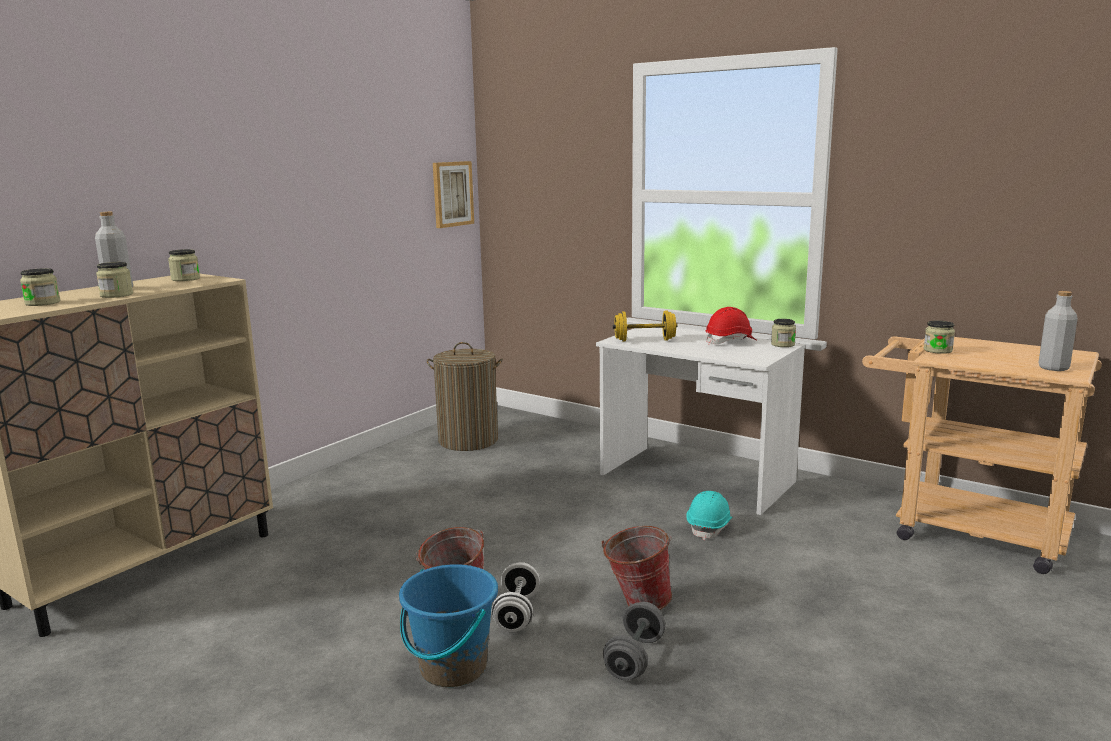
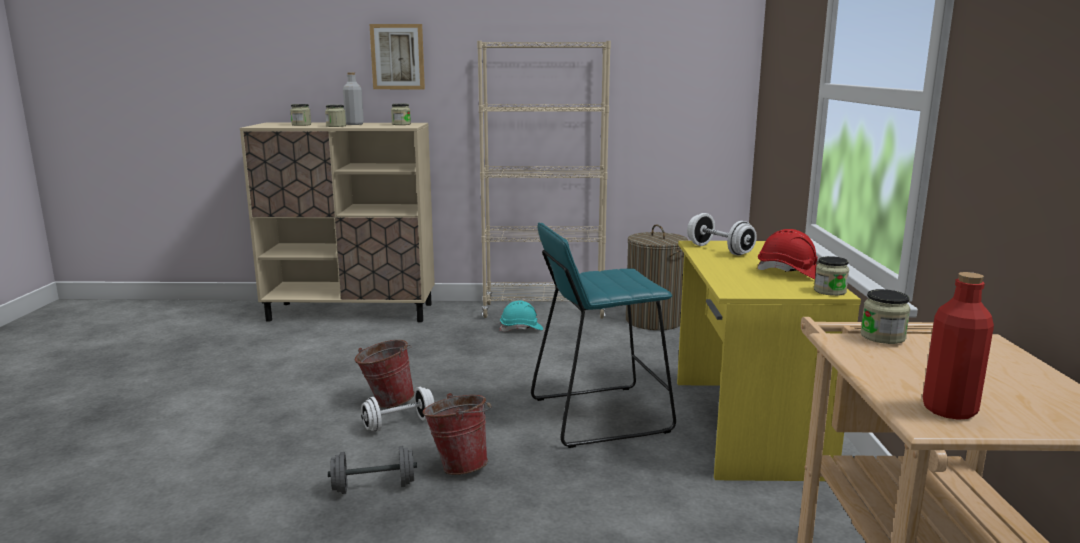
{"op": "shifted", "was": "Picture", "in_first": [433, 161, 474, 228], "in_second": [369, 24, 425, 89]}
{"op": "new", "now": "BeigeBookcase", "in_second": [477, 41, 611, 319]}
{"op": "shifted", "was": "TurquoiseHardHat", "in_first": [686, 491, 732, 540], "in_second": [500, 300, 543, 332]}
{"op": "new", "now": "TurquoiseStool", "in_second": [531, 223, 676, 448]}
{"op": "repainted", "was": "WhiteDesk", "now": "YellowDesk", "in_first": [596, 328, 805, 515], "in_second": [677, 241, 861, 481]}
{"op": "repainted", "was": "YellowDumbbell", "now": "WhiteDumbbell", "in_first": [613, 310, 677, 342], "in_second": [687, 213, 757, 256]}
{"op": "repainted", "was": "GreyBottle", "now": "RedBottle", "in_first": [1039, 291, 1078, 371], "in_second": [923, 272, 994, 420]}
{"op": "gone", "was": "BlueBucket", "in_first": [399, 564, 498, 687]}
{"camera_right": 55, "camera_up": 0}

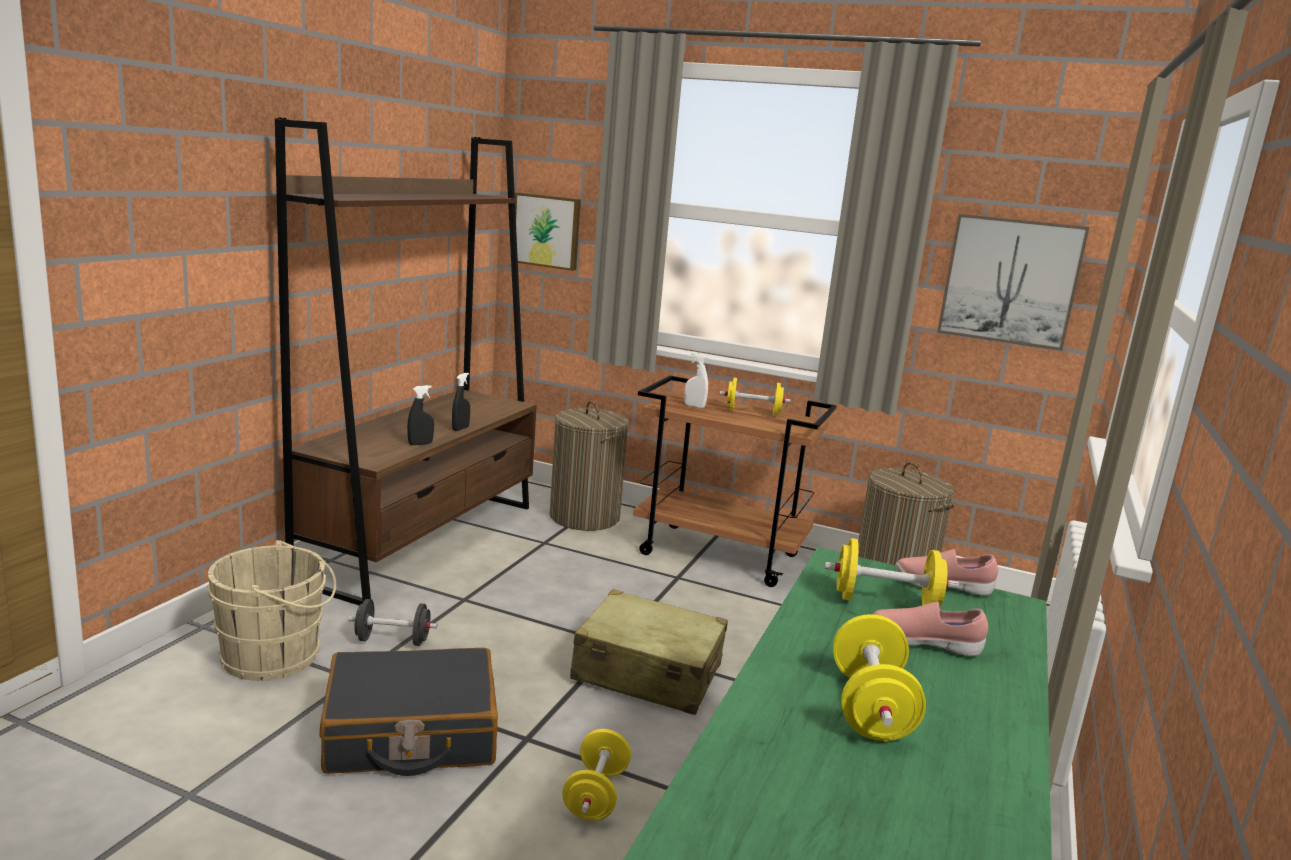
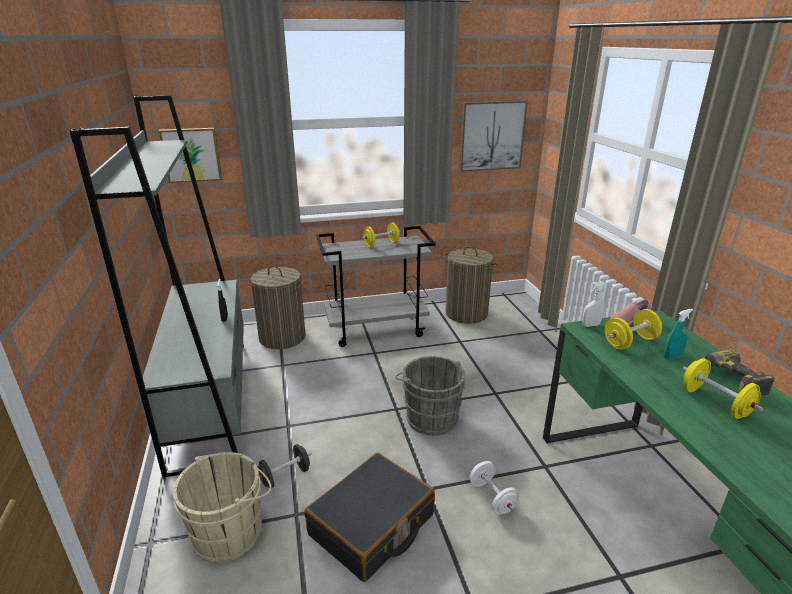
{"op": "repainted", "was": "BrownBookcase", "now": "GreyBookcase", "in_first": [275, 118, 537, 605], "in_second": [69, 95, 244, 478]}
{"op": "repainted", "was": "BrownCart", "now": "GreyCart", "in_first": [633, 376, 837, 587], "in_second": [316, 226, 436, 347]}
{"op": "swapped", "was": "BeigeSuitcase", "now": "GreyBucket", "in_first": [570, 589, 728, 715], "in_second": [395, 356, 465, 436]}
{"op": "repainted", "was": "YellowDumbbell", "now": "WhiteDumbbell", "in_first": [562, 729, 631, 821], "in_second": [469, 461, 519, 515]}
{"op": "shifted", "was": "WhiteSprayBottle", "in_first": [684, 352, 708, 408], "in_second": [582, 281, 605, 327]}
{"op": "swapped", "was": "PinkShoe", "now": "TurquoiseSprayBottle", "in_first": [872, 602, 988, 656], "in_second": [664, 309, 693, 360]}
{"op": "new", "now": "PowerDrill", "in_second": [705, 350, 774, 396]}
{"op": "gone", "was": "BlackSprayBottle", "in_first": [407, 385, 434, 445]}
{"camera_right": -35, "camera_up": 10}

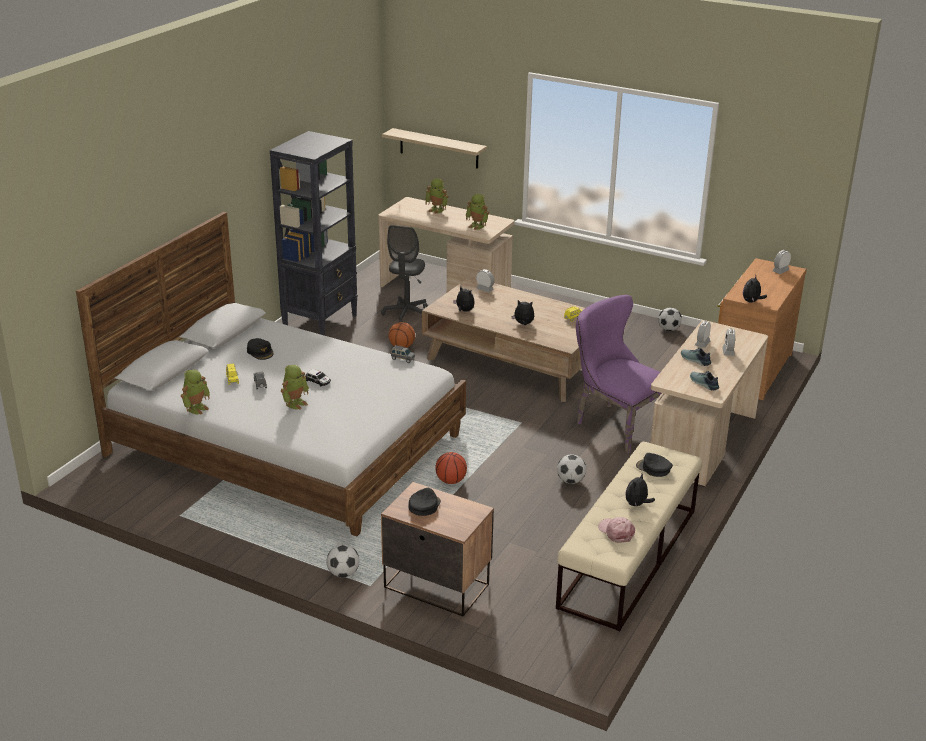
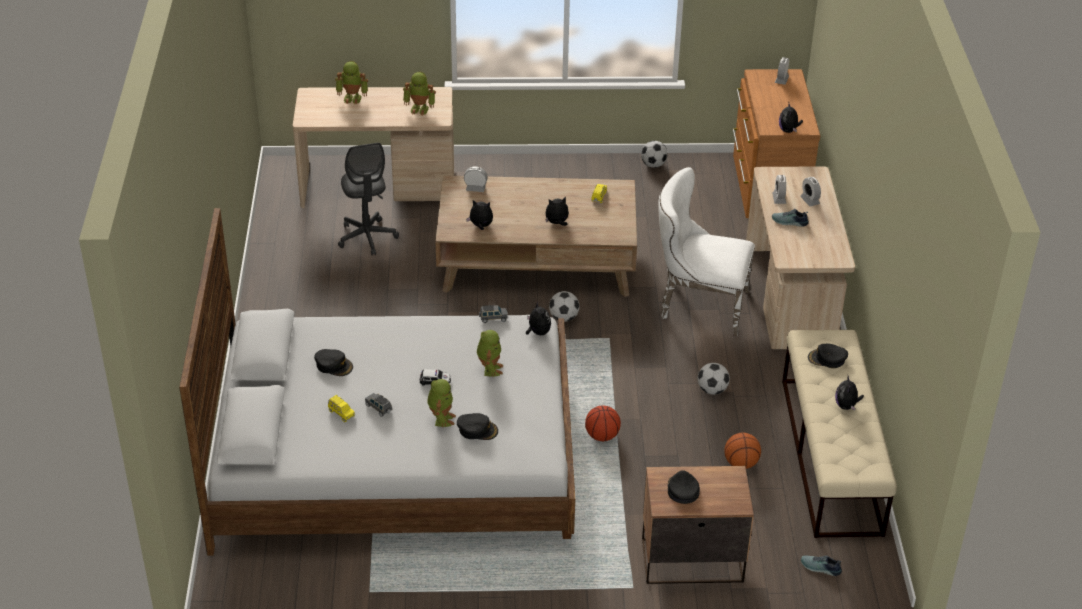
{"op": "new", "now": "BlackCap", "in_second": [457, 413, 498, 440]}
{"op": "shifted", "was": "ToyRobot", "in_first": [181, 370, 210, 415], "in_second": [477, 330, 503, 377]}
{"op": "new", "now": "PlushToy", "in_second": [526, 301, 551, 335]}
{"op": "shifted", "was": "Football", "in_first": [327, 544, 360, 577], "in_second": [549, 291, 580, 322]}
{"op": "repainted", "was": "PurpleChair", "now": "WhiteChair", "in_first": [576, 295, 662, 453], "in_second": [658, 167, 755, 337]}
{"op": "shifted", "was": "Basketball", "in_first": [388, 322, 415, 348], "in_second": [724, 433, 761, 469]}
{"op": "shifted", "was": "Shoe", "in_first": [690, 371, 719, 391], "in_second": [801, 555, 842, 576]}
{"op": "gone", "was": "BlackBookcase", "in_first": [270, 131, 358, 336]}
{"op": "gone", "was": "Shelf", "in_first": [382, 128, 487, 169]}
{"op": "gone", "was": "PinkCap", "in_first": [598, 517, 635, 543]}
{"camera_right": -30, "camera_up": 10}

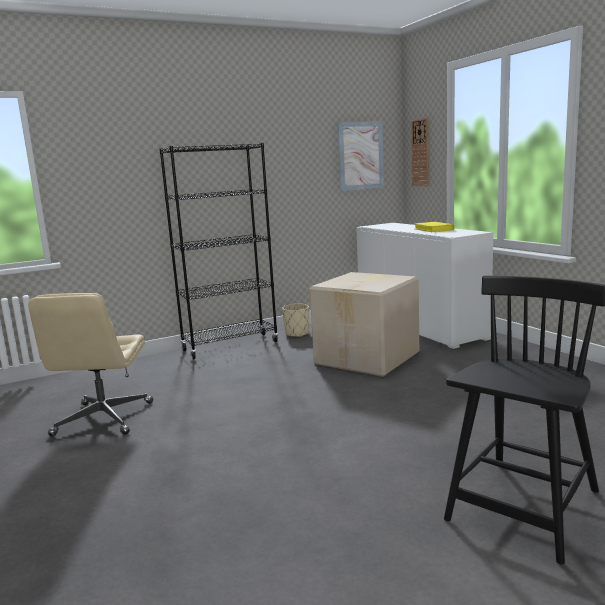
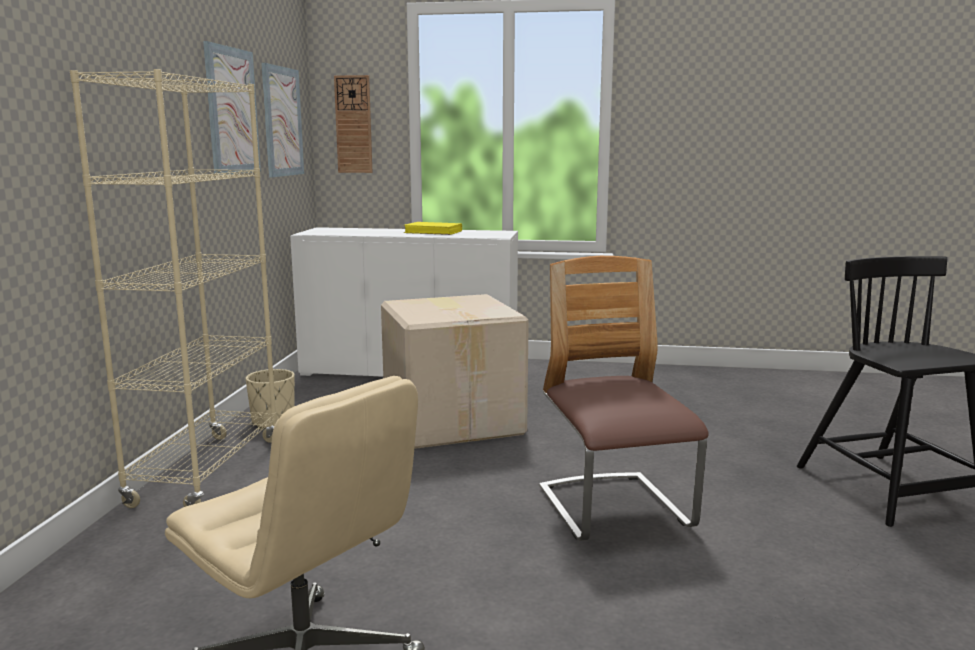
{"op": "repainted", "was": "BlackBookcase", "now": "BeigeBookcase", "in_first": [159, 143, 278, 360], "in_second": [70, 69, 277, 508]}
{"op": "new", "now": "Picture", "in_second": [203, 41, 261, 176]}
{"op": "new", "now": "Chair", "in_second": [539, 256, 709, 541]}
{"camera_right": -55, "camera_up": 0}

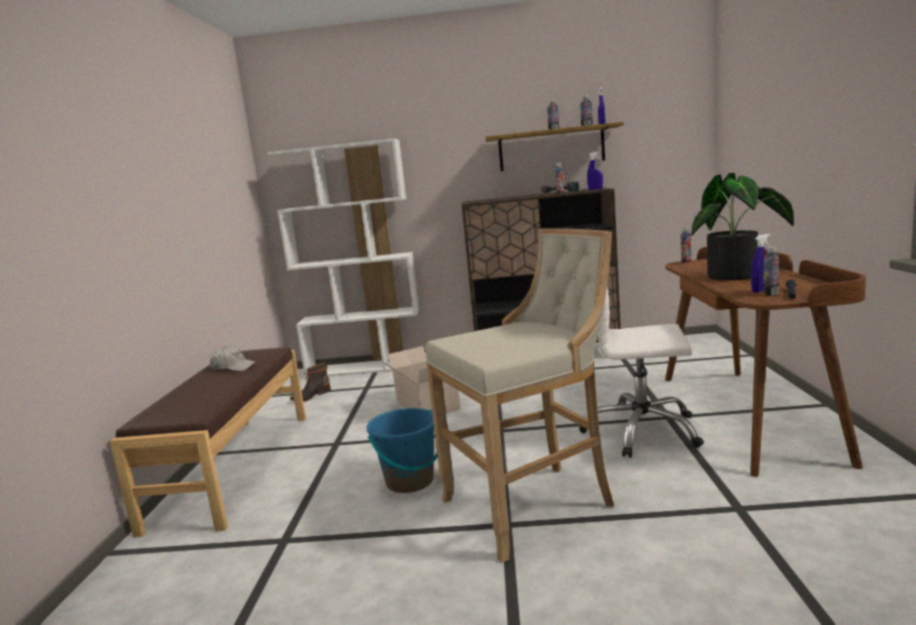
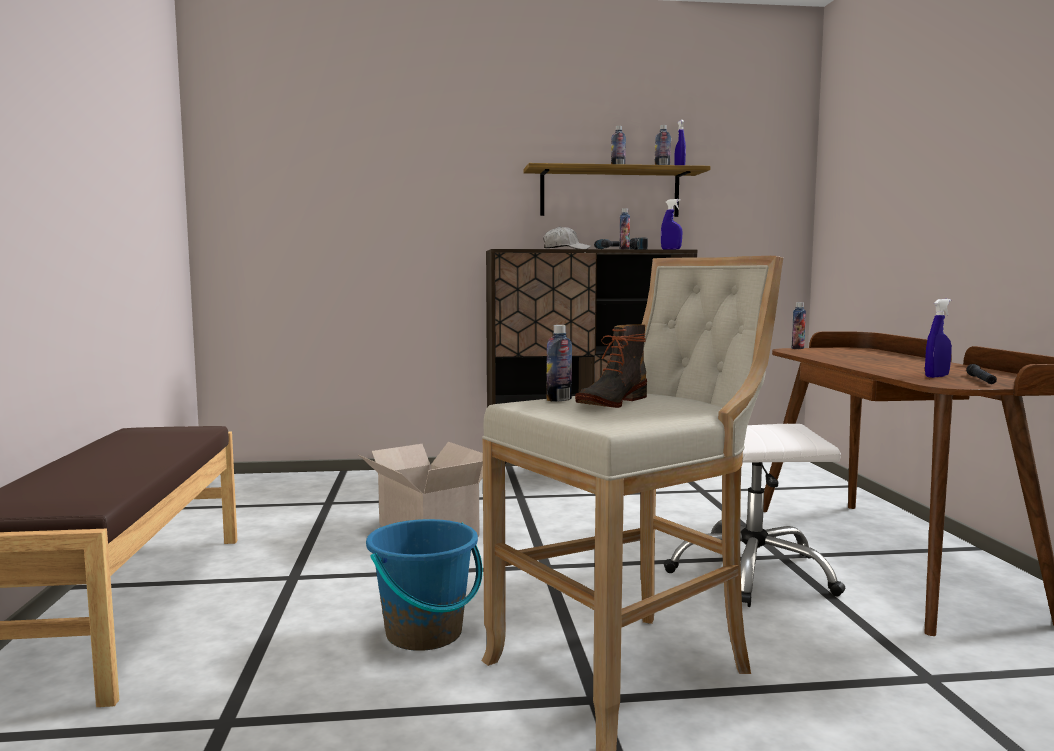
{"op": "shifted", "was": "WhiteCap", "in_first": [210, 346, 257, 371], "in_second": [543, 226, 590, 249]}
{"op": "shifted", "was": "Bottle", "in_first": [763, 247, 779, 296], "in_second": [547, 325, 572, 402]}
{"op": "shifted", "was": "Boot", "in_first": [290, 363, 331, 401], "in_second": [575, 324, 647, 408]}
{"op": "gone", "was": "WhiteBookcase", "in_first": [267, 138, 420, 379]}
{"op": "gone", "was": "PottedPlant", "in_first": [691, 173, 794, 280]}
{"camera_right": -10, "camera_up": -5}

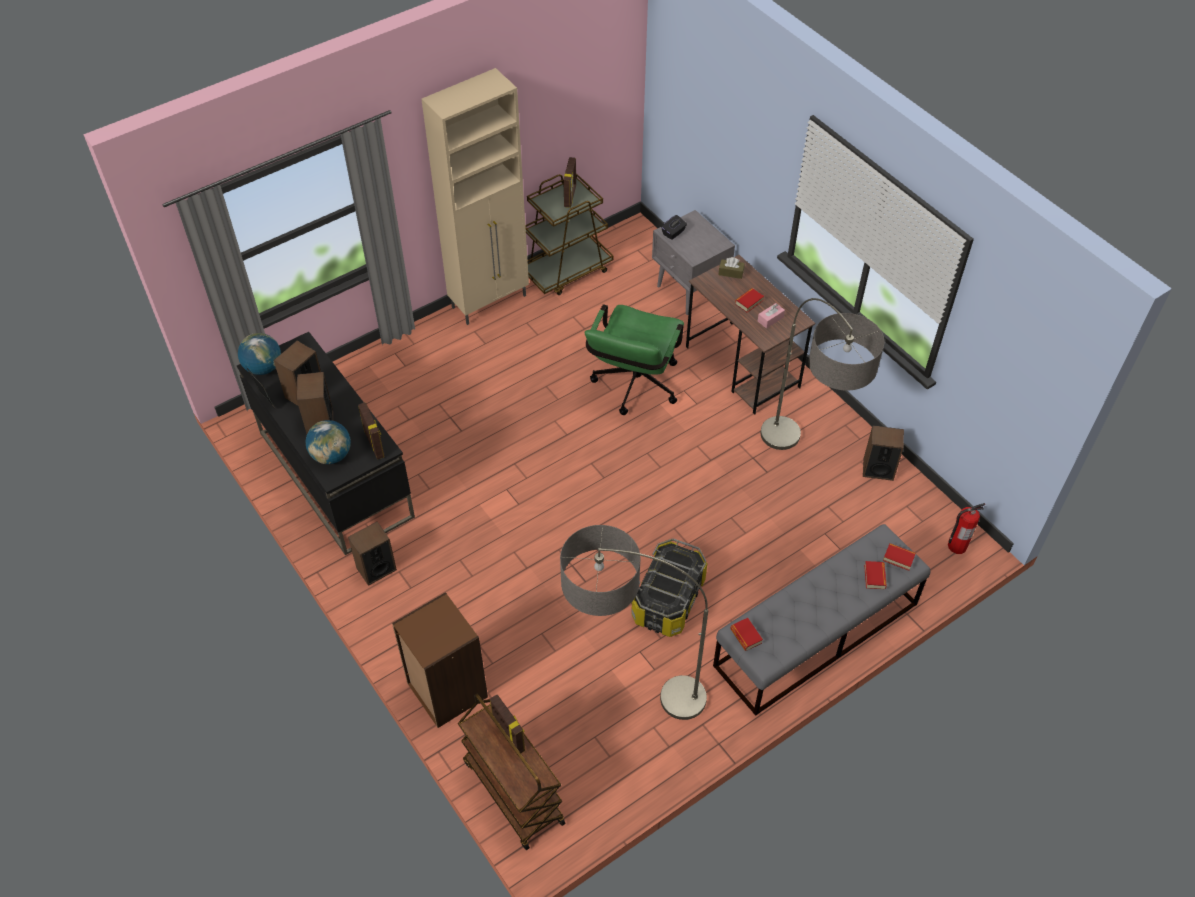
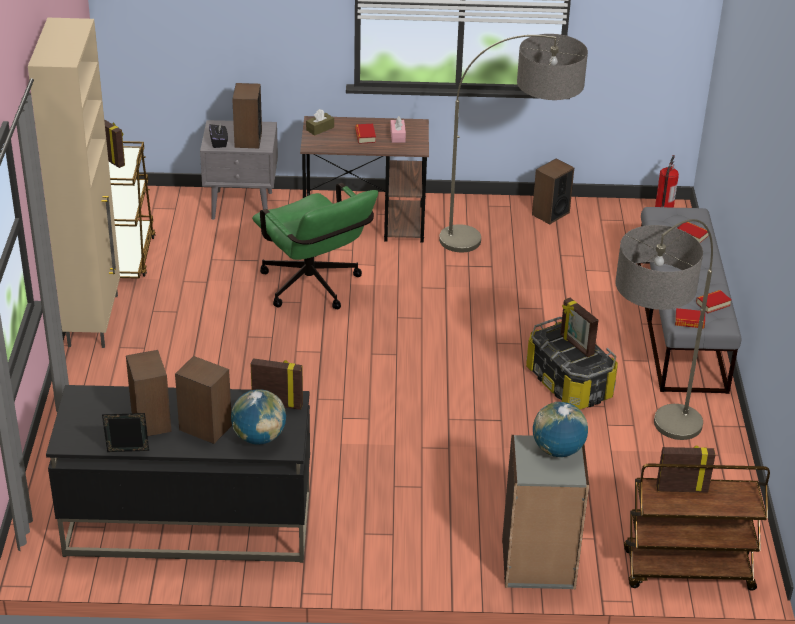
{"op": "shifted", "was": "Speaker", "in_first": [348, 522, 397, 586], "in_second": [232, 83, 262, 148]}
{"op": "repainted", "was": "BrownBookcase", "now": "GreyBookcase", "in_first": [392, 592, 488, 728], "in_second": [502, 435, 589, 589]}
{"op": "shifted", "was": "Globe", "in_first": [238, 333, 281, 375], "in_second": [533, 402, 588, 457]}
{"op": "new", "now": "PictureFrame", "in_second": [560, 298, 598, 357]}
{"op": "shifted", "was": "Book", "in_first": [883, 543, 916, 571], "in_second": [696, 290, 731, 313]}
{"camera_right": -55, "camera_up": -15}

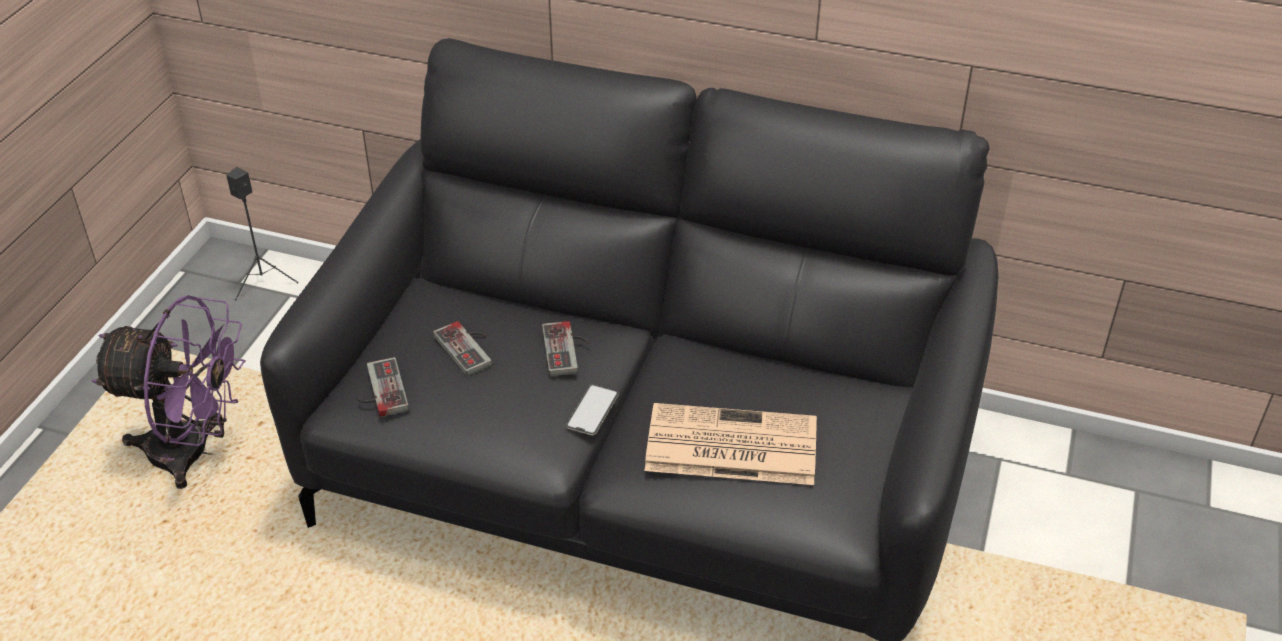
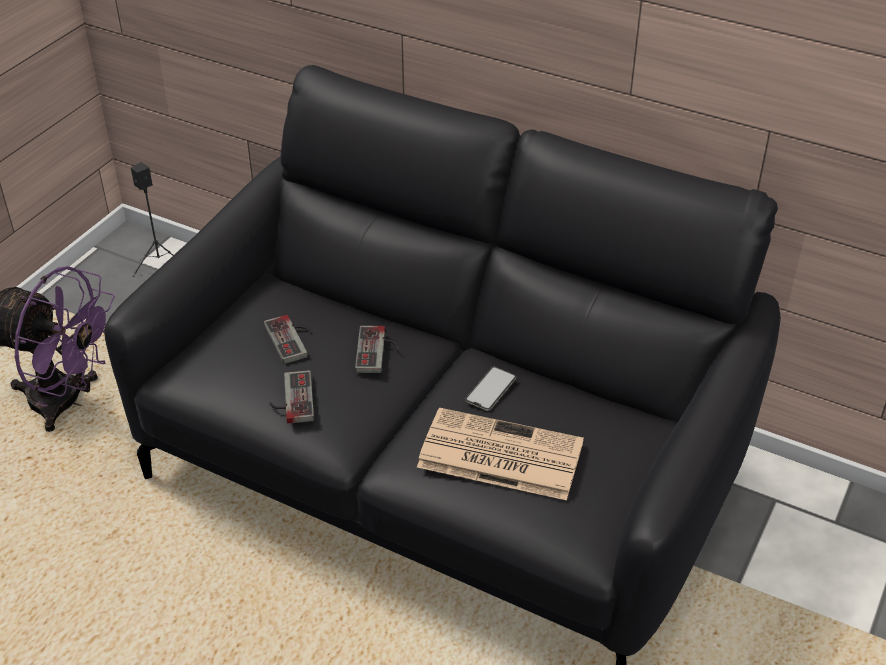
{"op": "shifted", "was": "GameController", "in_first": [356, 357, 409, 417], "in_second": [269, 370, 314, 423]}
{"op": "shifted", "was": "Phone", "in_first": [566, 384, 619, 435], "in_second": [465, 367, 516, 411]}
{"camera_right": 10, "camera_up": 0}

